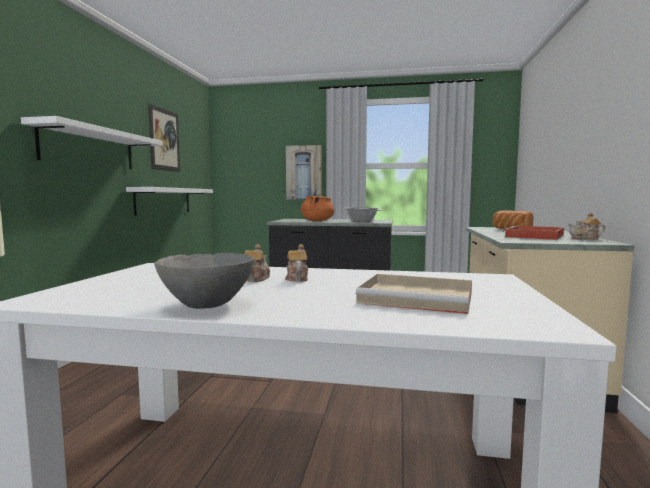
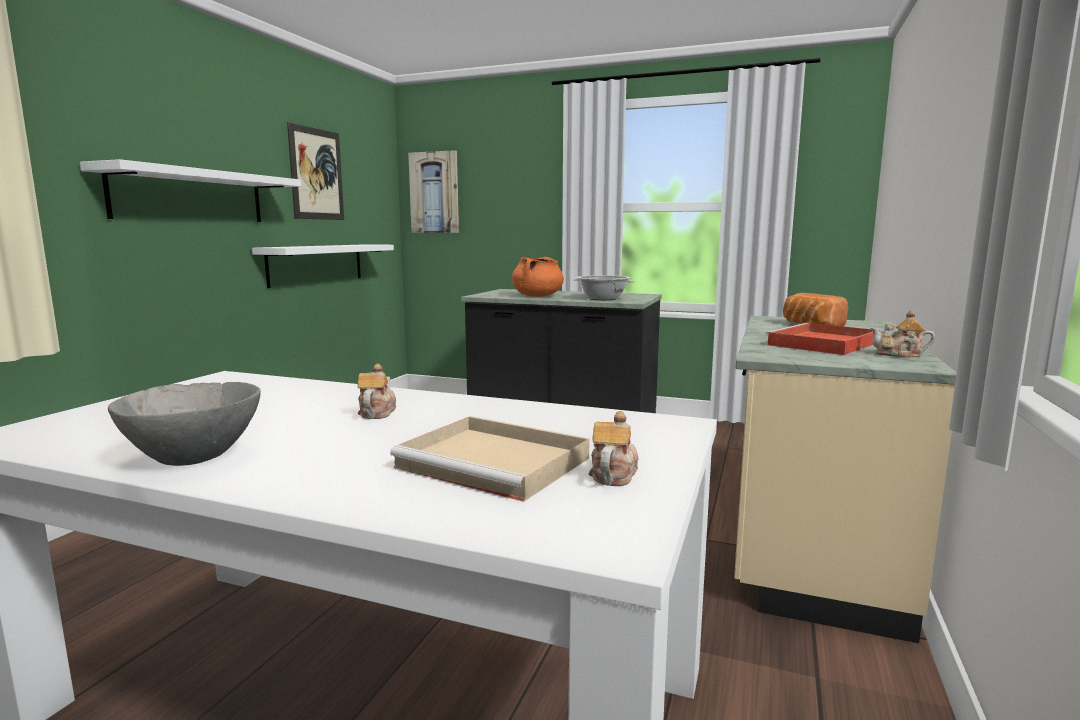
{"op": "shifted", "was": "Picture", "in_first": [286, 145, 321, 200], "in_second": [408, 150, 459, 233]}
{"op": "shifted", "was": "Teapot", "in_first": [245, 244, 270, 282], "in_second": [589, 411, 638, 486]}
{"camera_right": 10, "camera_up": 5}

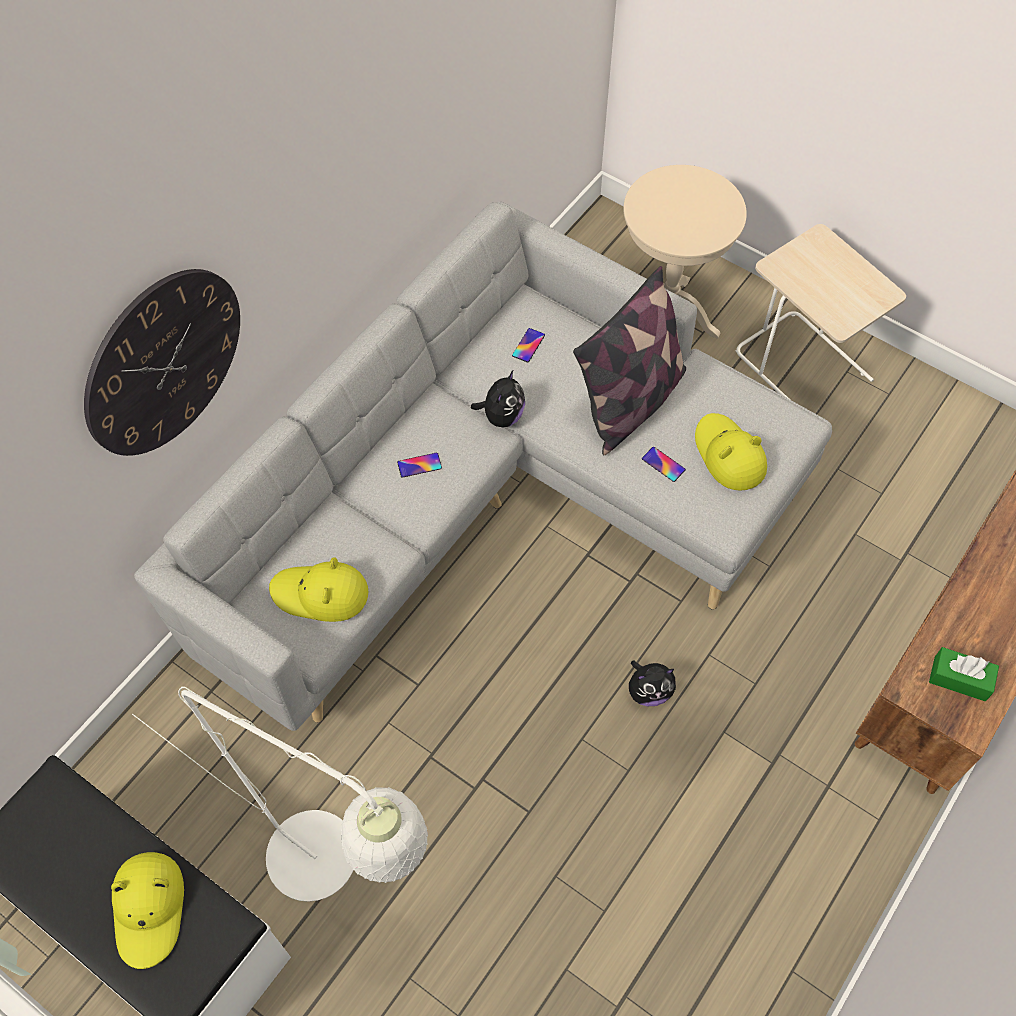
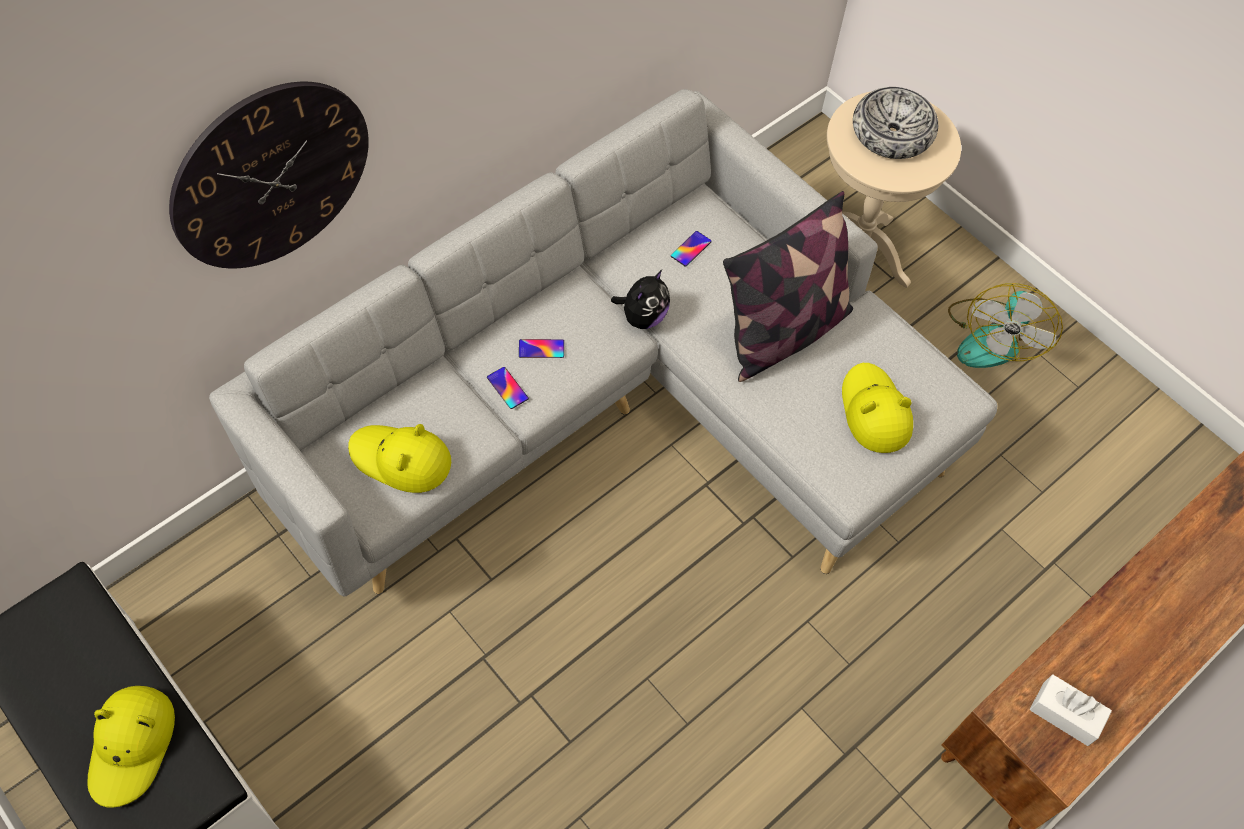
{"op": "shifted", "was": "Phone", "in_first": [642, 447, 686, 482], "in_second": [487, 367, 529, 409]}
{"op": "new", "now": "Bowl", "in_second": [853, 87, 938, 159]}
{"op": "swapped", "was": "BeigeSideTable", "now": "Fan", "in_first": [736, 224, 906, 399], "in_second": [948, 283, 1063, 368]}
{"op": "repainted", "was": "GreenTissueBox", "now": "WhiteTissueBox", "in_first": [929, 647, 999, 701], "in_second": [1030, 675, 1112, 746]}
{"op": "gone", "was": "WhiteFloorLamp", "in_first": [132, 686, 428, 902]}
{"op": "gone", "was": "PlushToy", "in_first": [629, 661, 676, 706]}
{"camera_right": 10, "camera_up": 0}

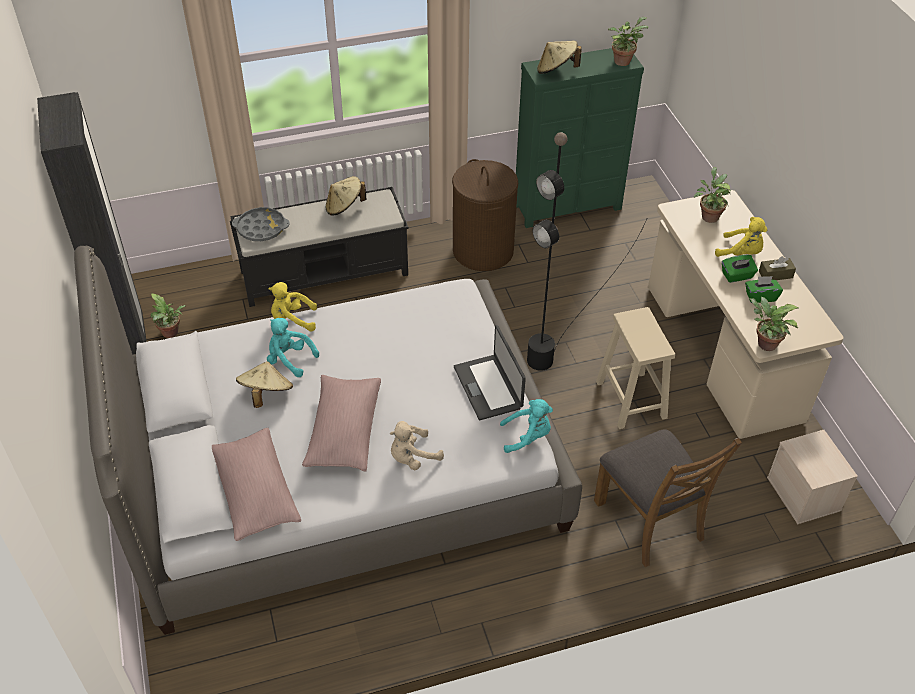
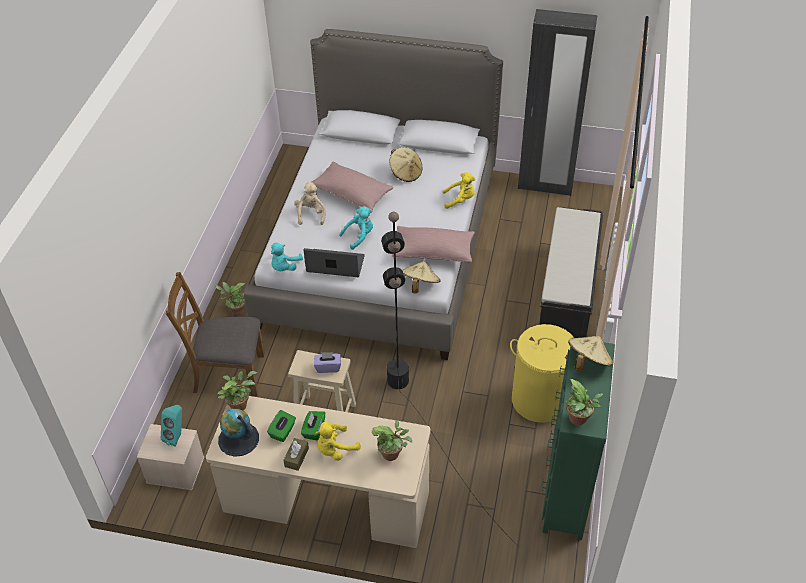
{"op": "new", "now": "TurquoiseSpeaker", "in_second": [161, 405, 182, 447]}
{"op": "shifted", "was": "PottedPlant", "in_first": [150, 293, 186, 338], "in_second": [215, 282, 246, 316]}
{"op": "new", "now": "Globe", "in_second": [218, 409, 259, 457]}
{"op": "new", "now": "PurpleTissueBox", "in_second": [314, 352, 341, 373]}
{"op": "shifted", "was": "TurquoisePlushToy", "in_first": [267, 318, 319, 377], "in_second": [339, 206, 373, 250]}
{"op": "shifted", "was": "PinkPillow", "in_first": [212, 428, 301, 541], "in_second": [392, 226, 475, 263]}
{"op": "shifted", "was": "BeigeHat", "in_first": [326, 176, 367, 216], "in_second": [403, 261, 440, 293]}
{"op": "rotated", "was": "YellowPlushToy", "in_first": [268, 282, 317, 332], "in_second": [443, 172, 475, 209], "clockwise": 60}
{"op": "repainted", "was": "BrownLaundryBasket", "now": "YellowLaundryBasket", "in_first": [452, 159, 518, 271], "in_second": [510, 324, 574, 423]}
{"op": "gone", "was": "GreyTray", "in_first": [232, 207, 290, 241]}
{"camera_right": 120, "camera_up": 0}

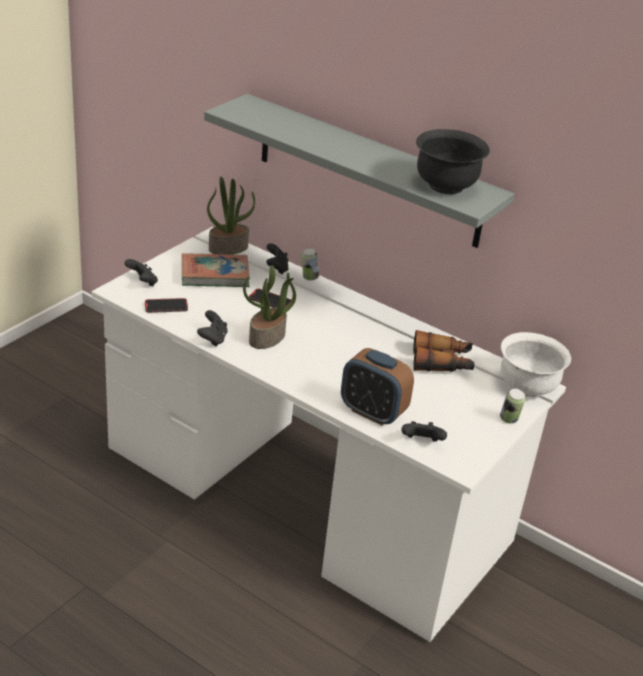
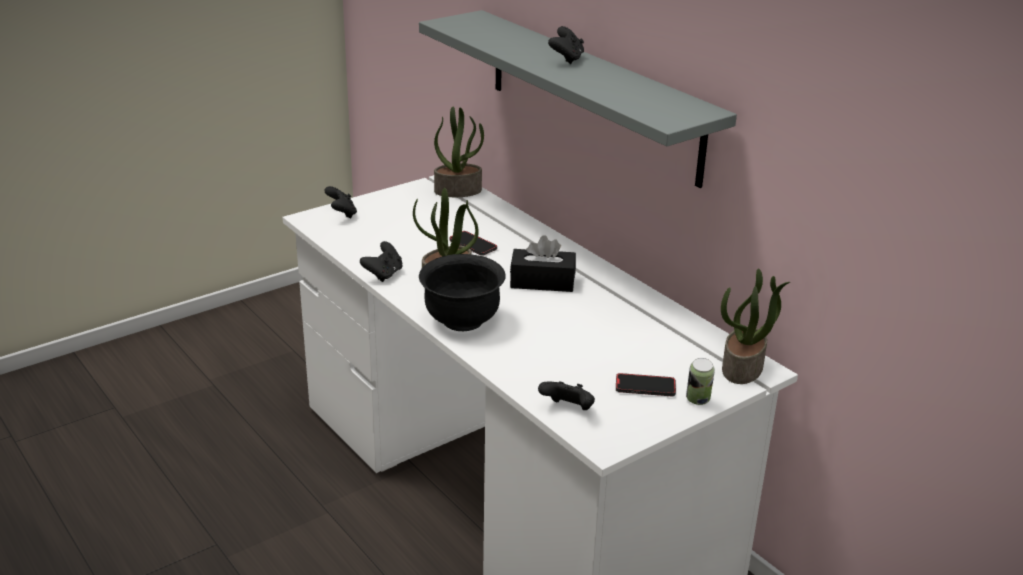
{"op": "shifted", "was": "BlackBowl", "in_first": [416, 129, 490, 194], "in_second": [419, 254, 506, 331]}
{"op": "new", "now": "BlackTissueBox", "in_second": [510, 235, 576, 292]}
{"op": "shifted", "was": "BlackGameController", "in_first": [266, 243, 289, 274], "in_second": [548, 26, 584, 64]}
{"op": "shifted", "was": "Phone", "in_first": [145, 298, 188, 313], "in_second": [616, 373, 676, 396]}
{"op": "swapped", "was": "WhiteBowl", "now": "PottedPlant", "in_first": [501, 332, 571, 397], "in_second": [721, 269, 790, 384]}
{"op": "gone", "was": "Book", "in_first": [182, 253, 250, 287]}
{"op": "gone", "was": "Can", "in_first": [301, 248, 319, 281]}
{"op": "gone", "was": "AlarmClock", "in_first": [341, 348, 414, 426]}
{"op": "gone", "was": "Binoculars", "in_first": [413, 330, 475, 372]}
{"camera_right": 20, "camera_up": -5}

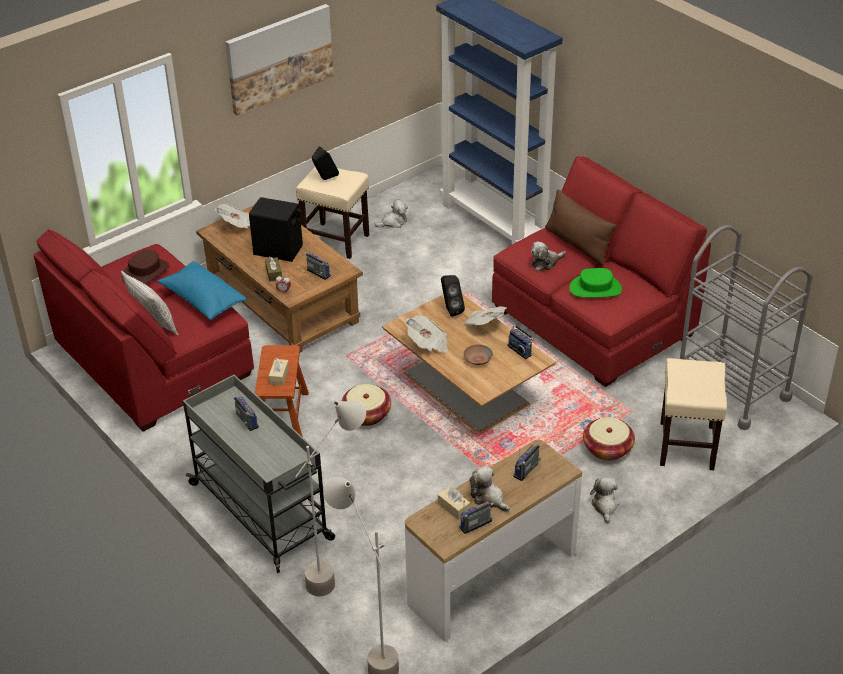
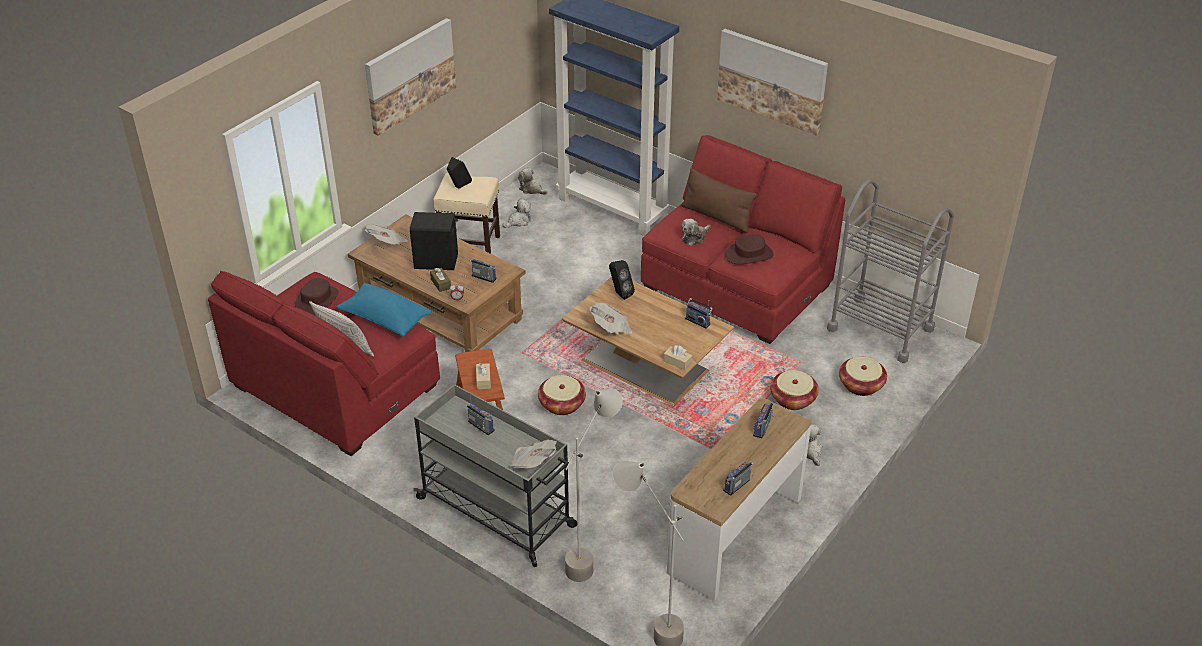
{"op": "shifted", "was": "Newspaper", "in_first": [463, 306, 507, 325], "in_second": [510, 440, 557, 469]}
{"op": "shifted", "was": "PlushToy", "in_first": [469, 466, 510, 512], "in_second": [518, 168, 547, 195]}
{"op": "shifted", "was": "BeigeTissueBox", "in_first": [438, 487, 470, 520], "in_second": [664, 345, 692, 370]}
{"op": "new", "now": "Picture", "in_second": [717, 29, 828, 136]}
{"op": "repainted", "was": "GreenHat", "now": "BrownHat", "in_first": [569, 268, 622, 298], "in_second": [725, 235, 773, 264]}
{"op": "swapped", "was": "BeigeStool", "now": "Basket", "in_first": [660, 358, 727, 470], "in_second": [839, 357, 887, 396]}
{"op": "gone", "was": "BrownBowl", "in_first": [463, 344, 493, 365]}
{"camera_right": -15, "camera_up": 0}

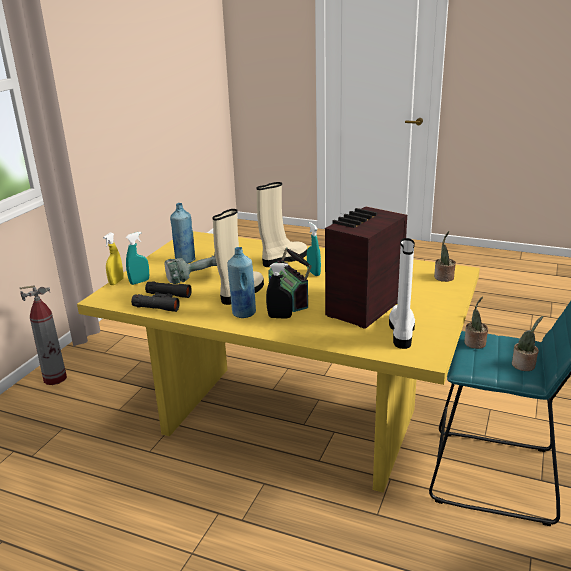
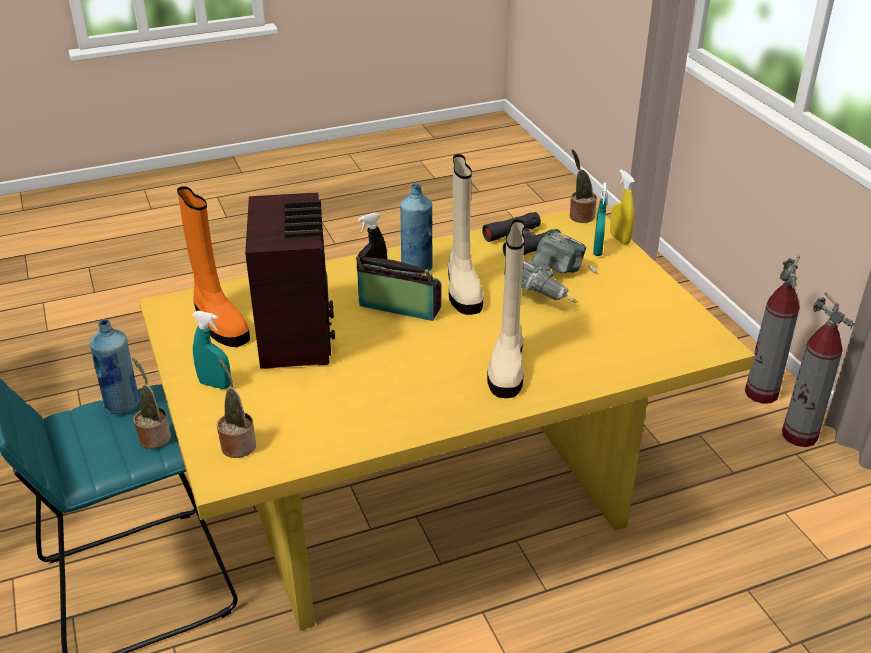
{"op": "shifted", "was": "BlueBottle", "in_first": [170, 203, 196, 264], "in_second": [90, 319, 139, 414]}
{"op": "repainted", "was": "WhiteBoot", "now": "OrangeBoot", "in_first": [389, 238, 415, 349], "in_second": [177, 186, 250, 347]}
{"op": "shifted", "was": "TurquoiseSprayBottle", "in_first": [307, 222, 321, 276], "in_second": [192, 311, 231, 389]}
{"op": "shifted", "was": "PottedPlant", "in_first": [512, 316, 543, 371], "in_second": [570, 149, 597, 223]}
{"op": "new", "now": "FireExtinguisher", "in_second": [782, 292, 854, 447]}
{"camera_right": 135, "camera_up": 10}

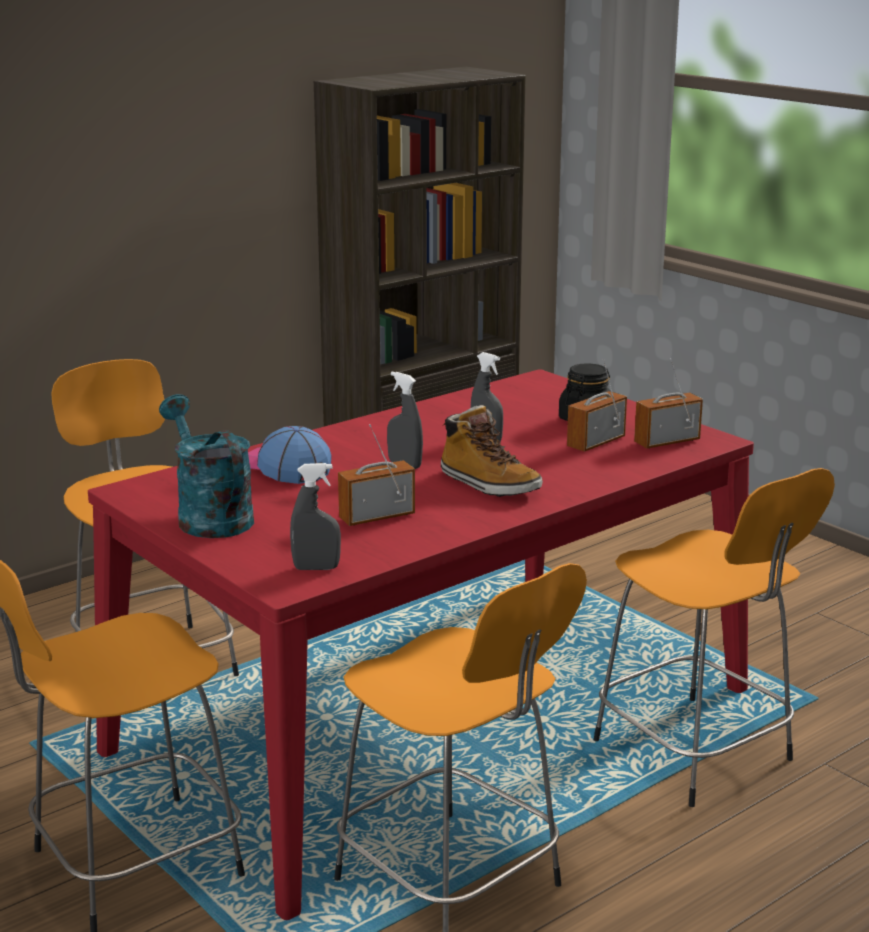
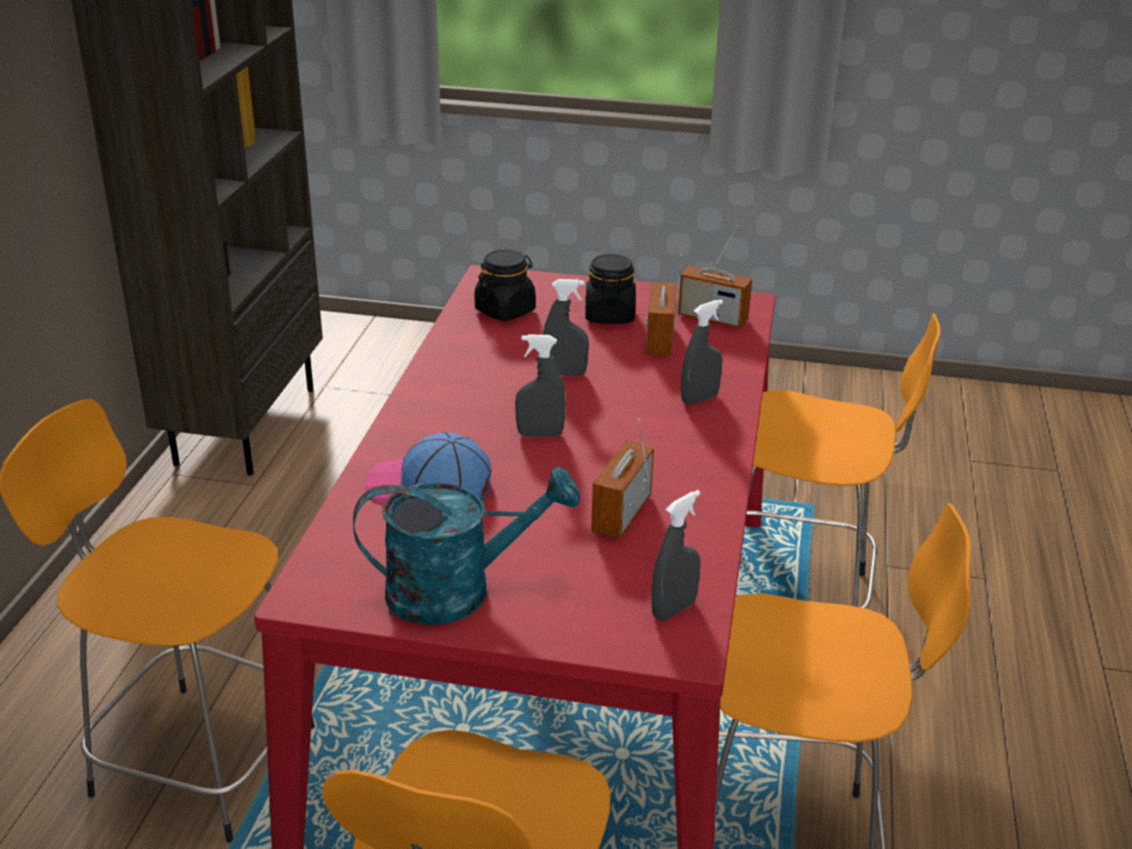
{"op": "rotated", "was": "TurquoiseWateringCan", "in_first": [159, 394, 254, 538], "in_second": [353, 467, 580, 625], "clockwise": 150}
{"op": "new", "now": "BlackJar", "in_second": [474, 250, 536, 321]}
{"op": "rotated", "was": "Radio", "in_first": [634, 358, 703, 448], "in_second": [678, 225, 752, 328], "clockwise": -90}
{"op": "new", "now": "GreySprayBottle", "in_second": [681, 300, 723, 405]}
{"op": "gone", "was": "Boot", "in_first": [441, 405, 543, 497]}
{"camera_right": -40, "camera_up": 10}

